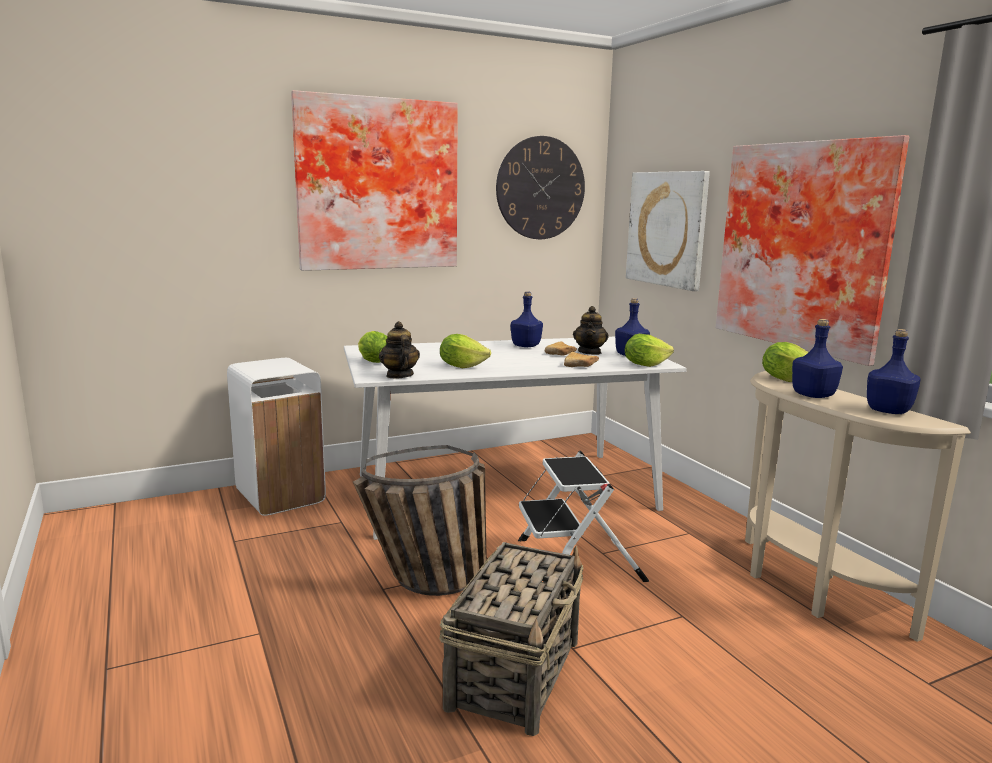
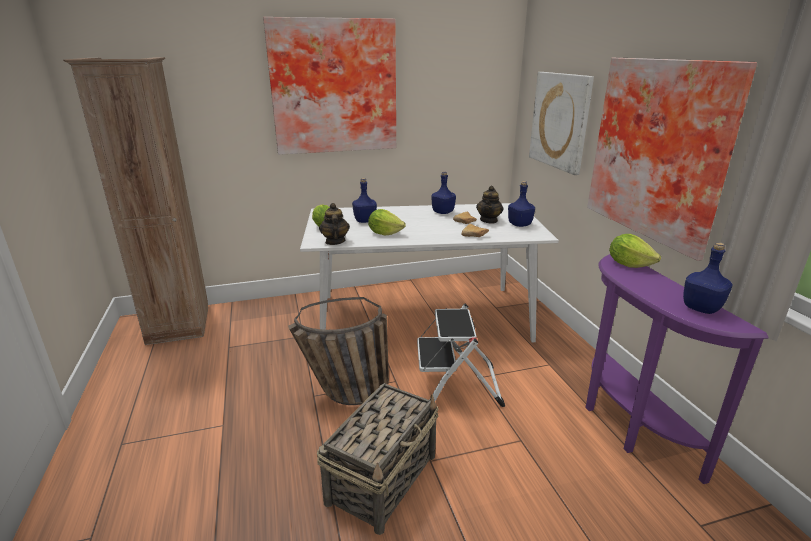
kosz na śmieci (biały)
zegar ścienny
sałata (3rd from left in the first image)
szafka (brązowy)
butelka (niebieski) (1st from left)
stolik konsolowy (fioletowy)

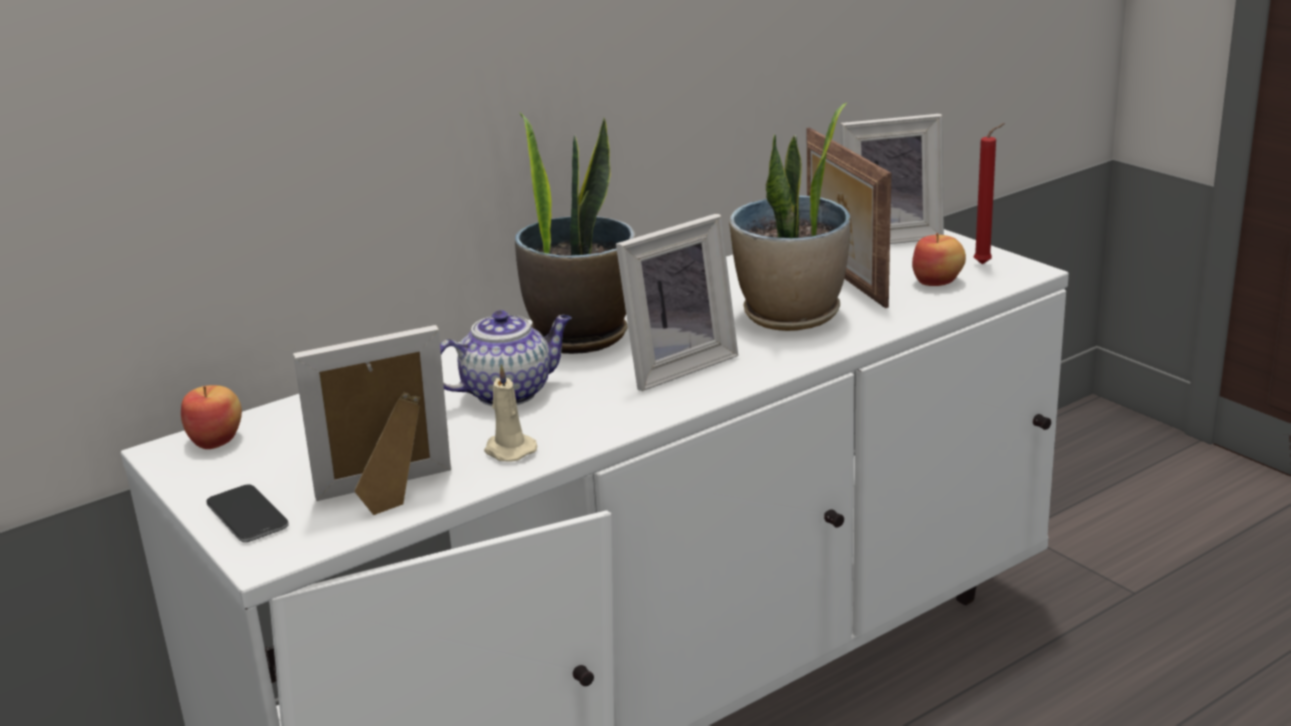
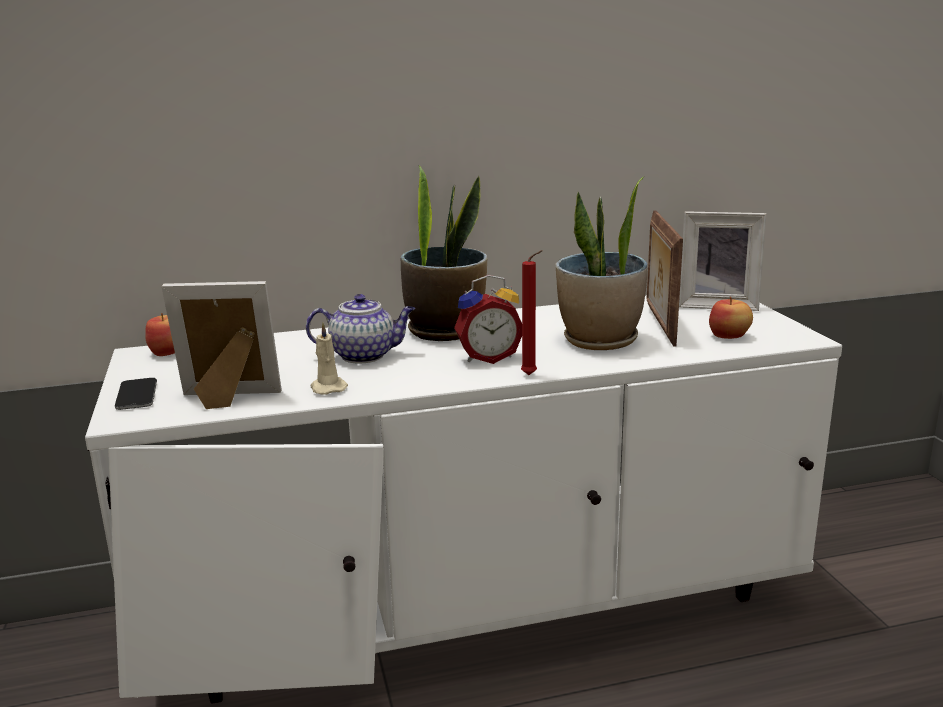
świeca (czerwony)
budzik

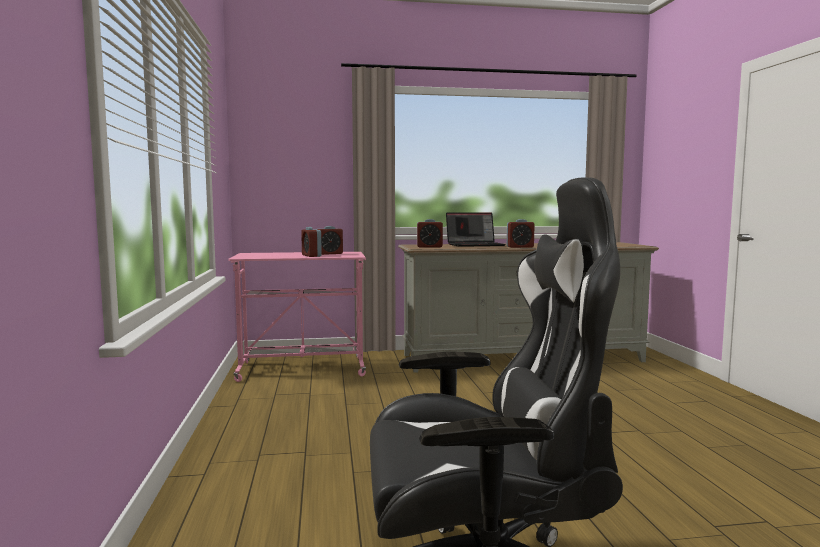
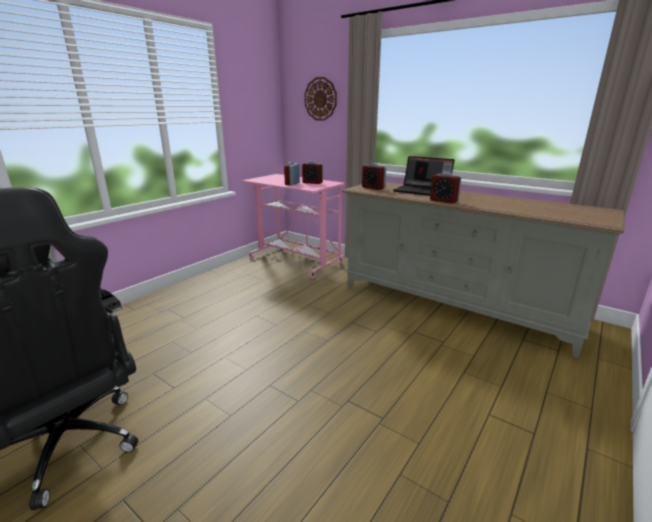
zegar ścienny

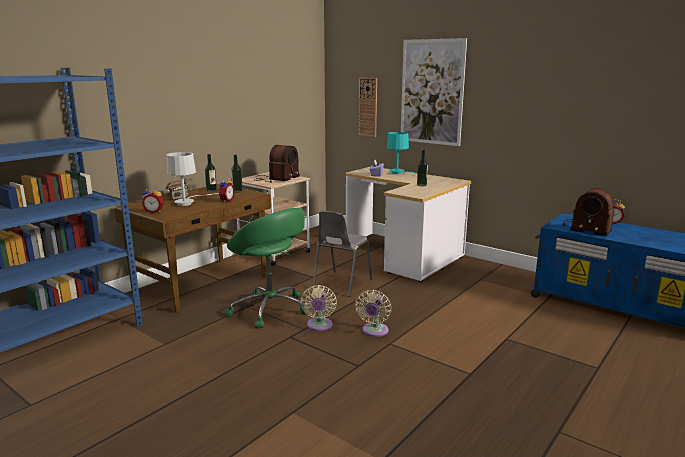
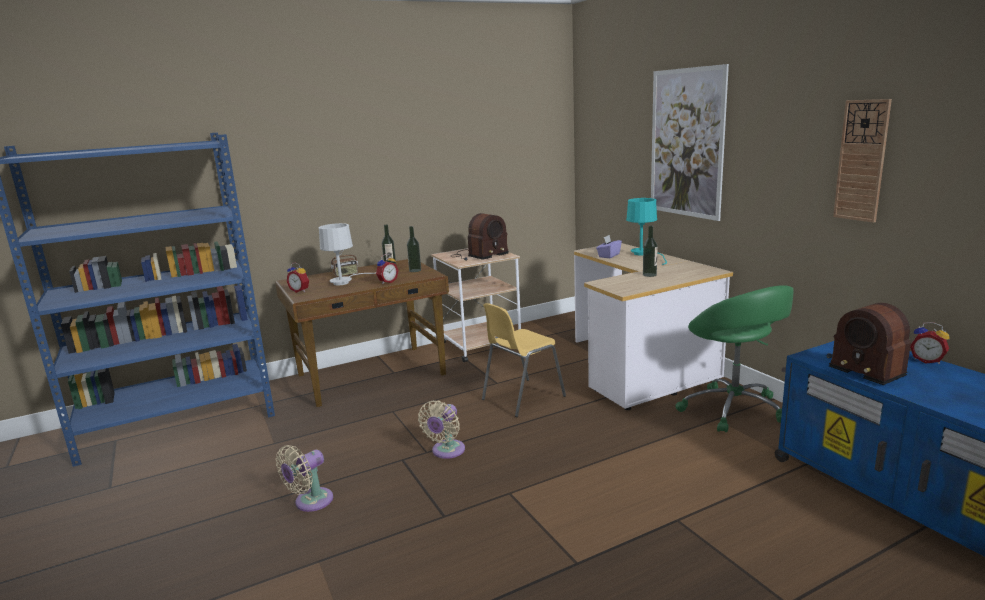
krzesło biurowe (zielony)
wentylator (beżowy) (1st from left)
zegar ścienny
krzesło (żółty)

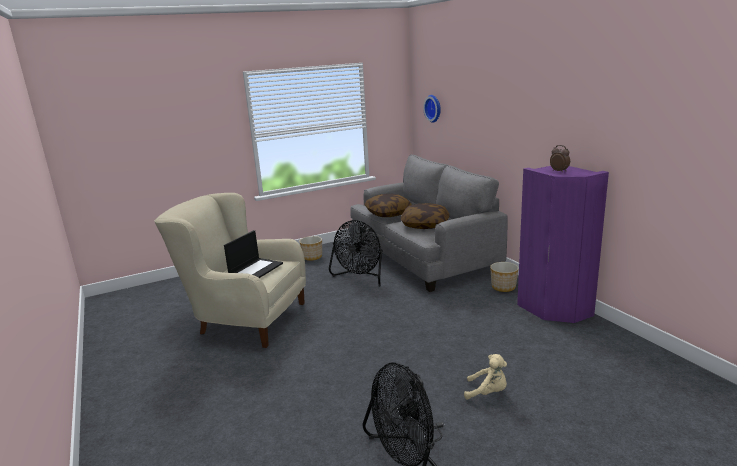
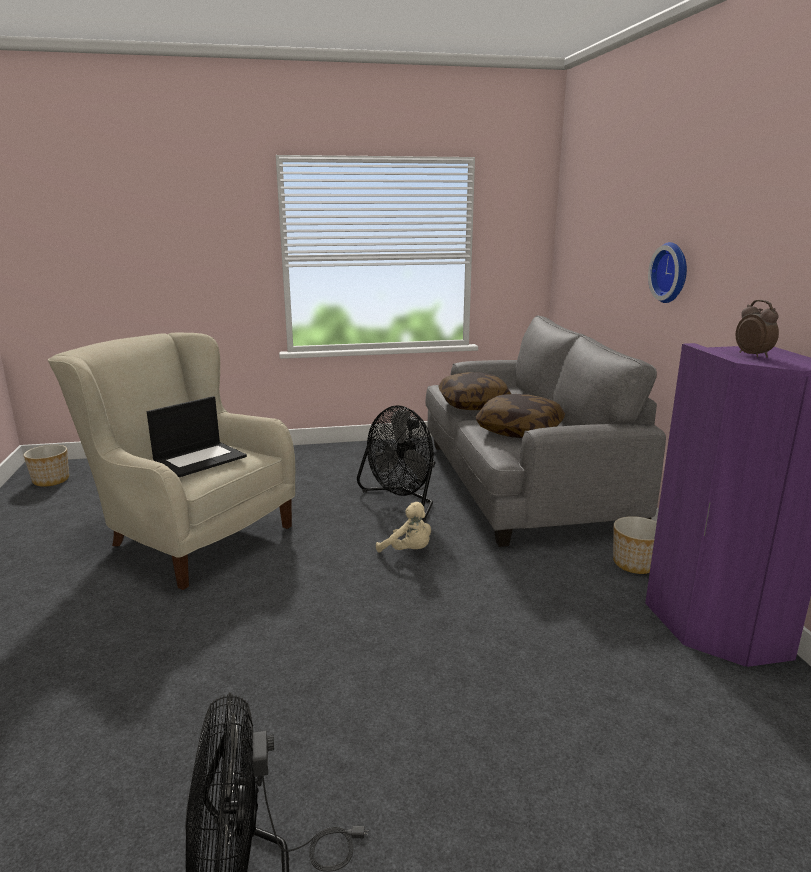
donica (1st from left)
zegar ścienny
pluszak (beżowy)

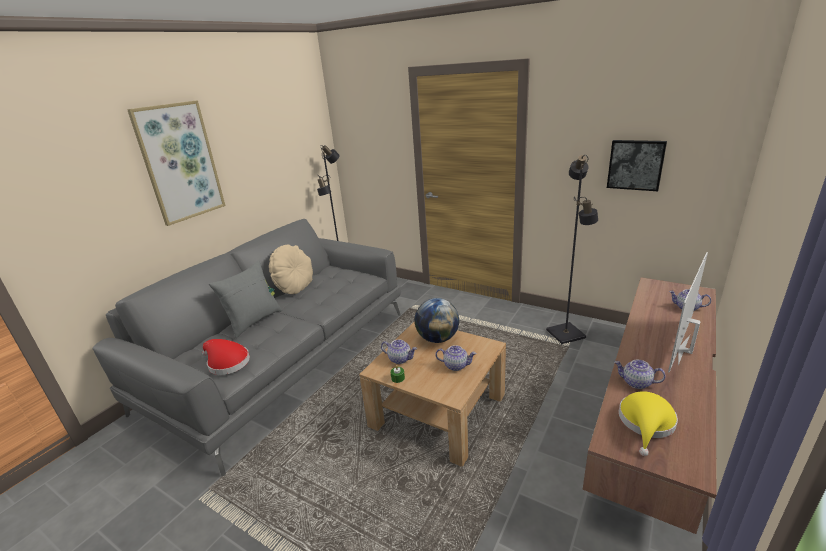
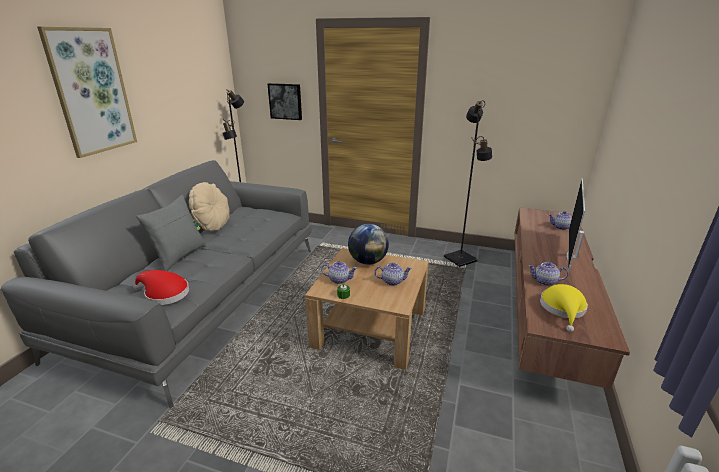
obraz (2nd from left)

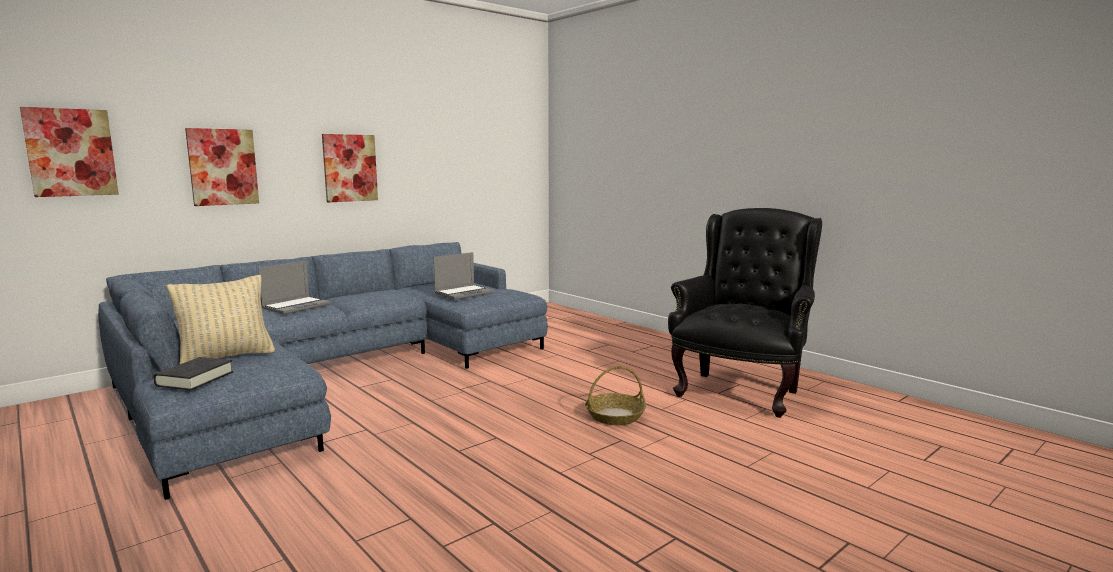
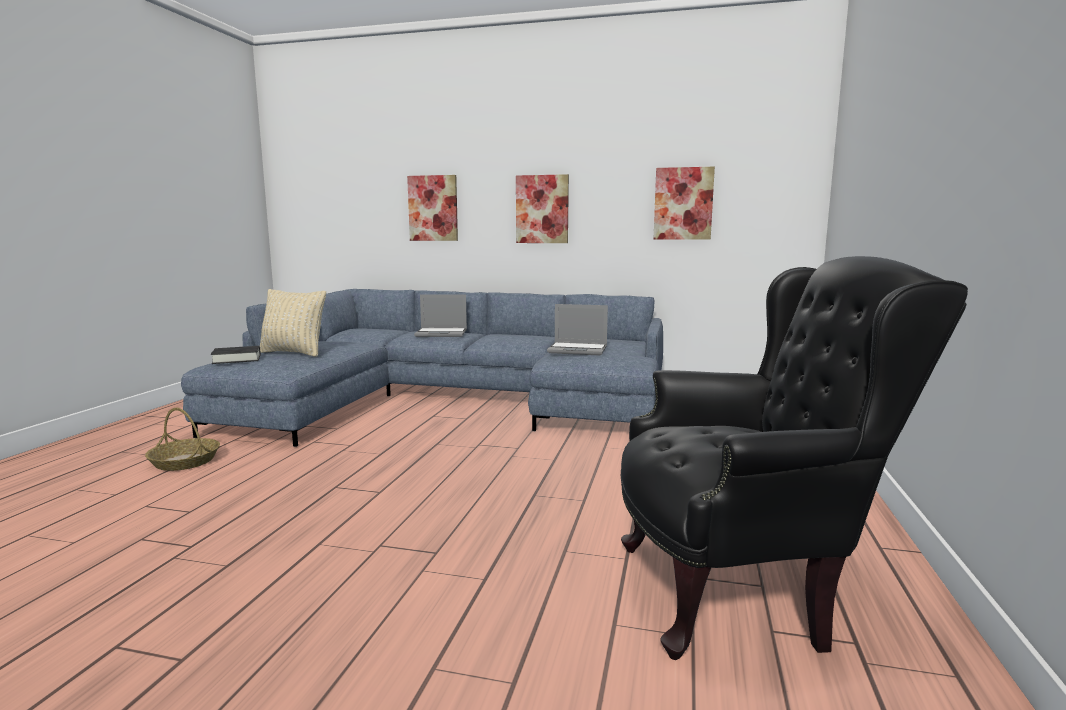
obraz (3rd from left)
koszyk

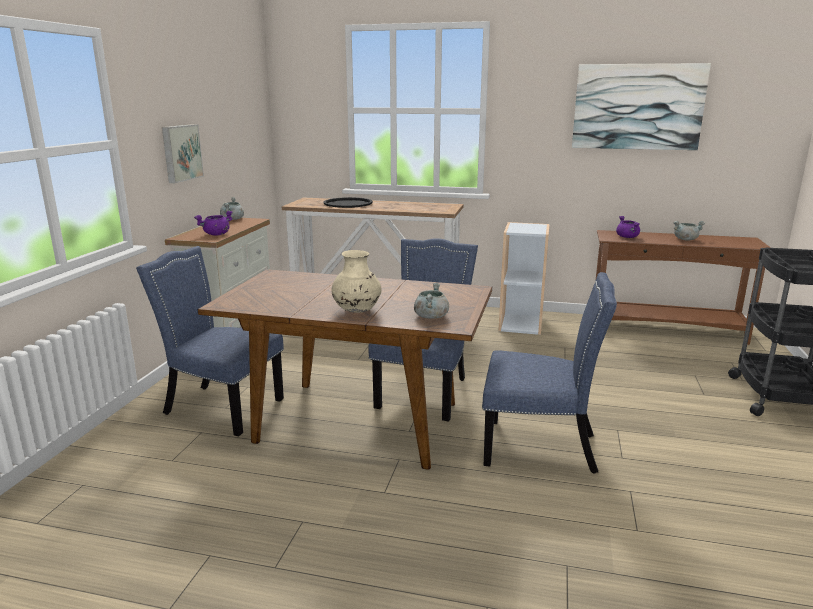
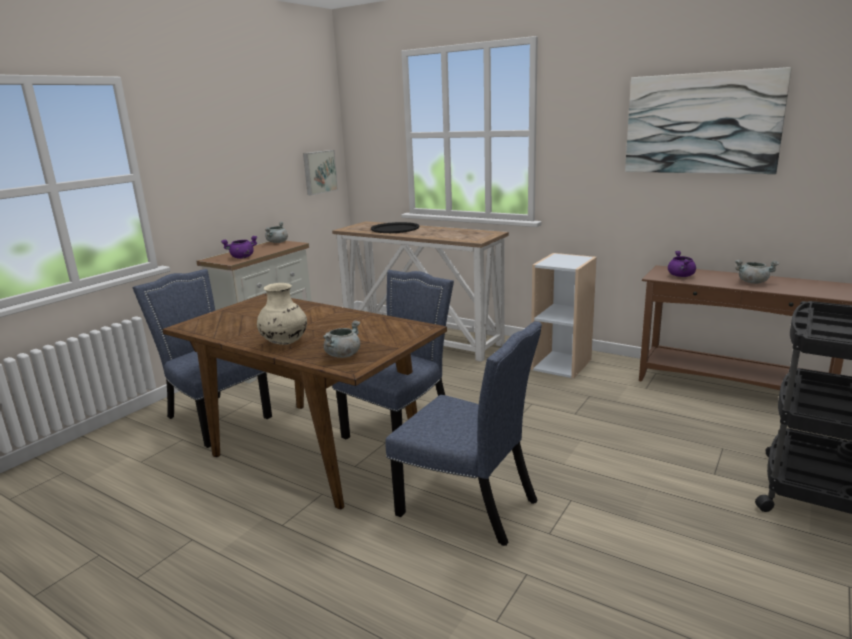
obraz (1st from left)

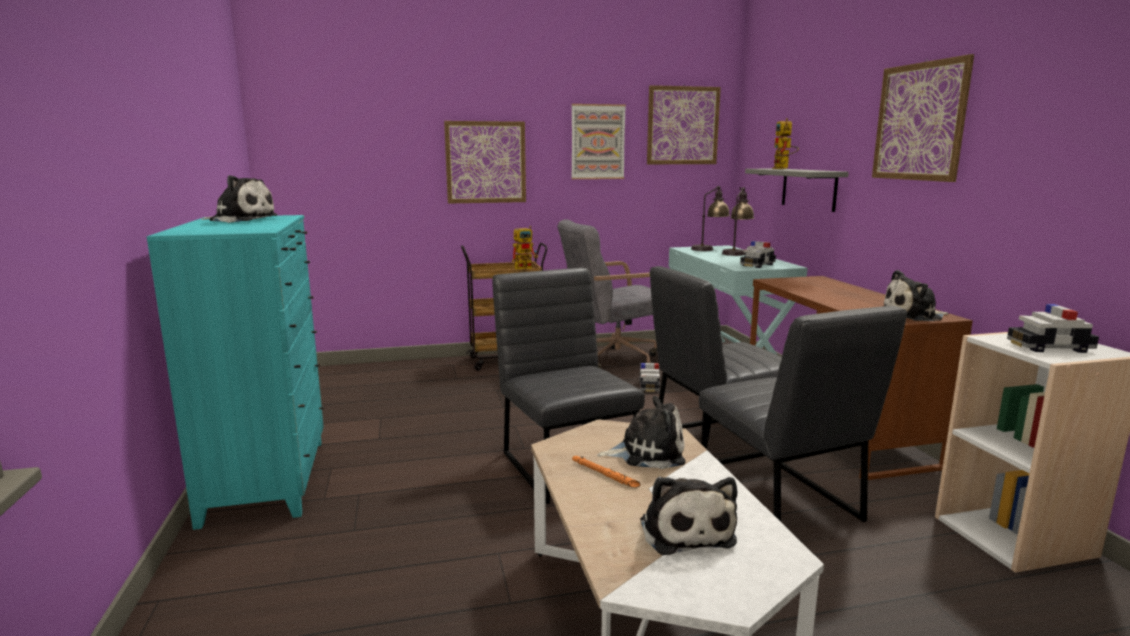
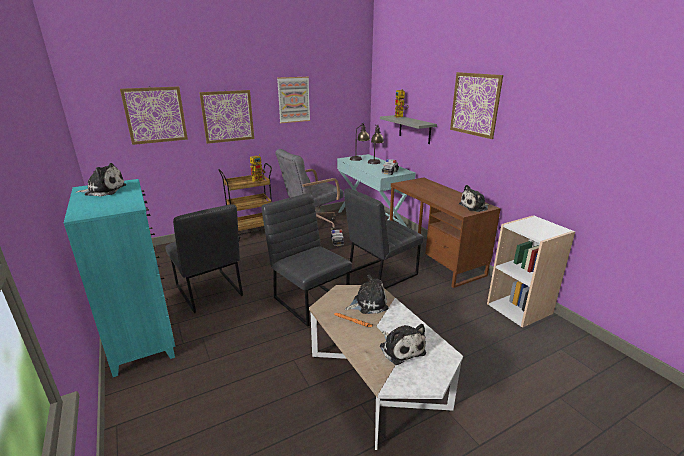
samochodzik (3rd from left in the first image)
obraz (1st from left)
krzesło (szary) (1st from left)

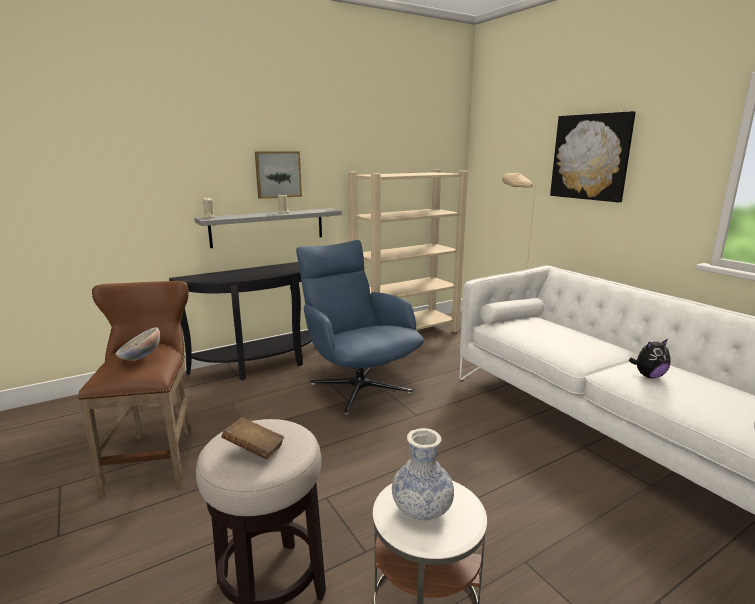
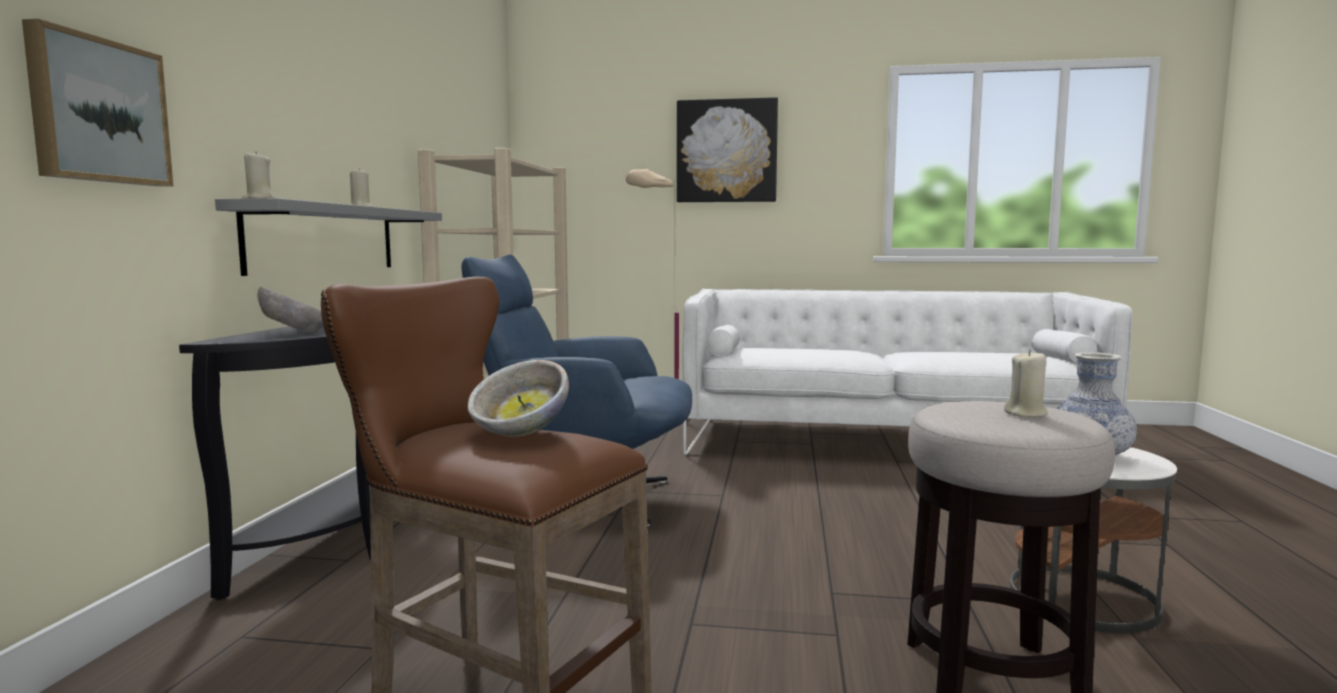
pluszak
miska (1st from left)
obraz (1st from left)
świeca (beżowy) (3rd from left)

